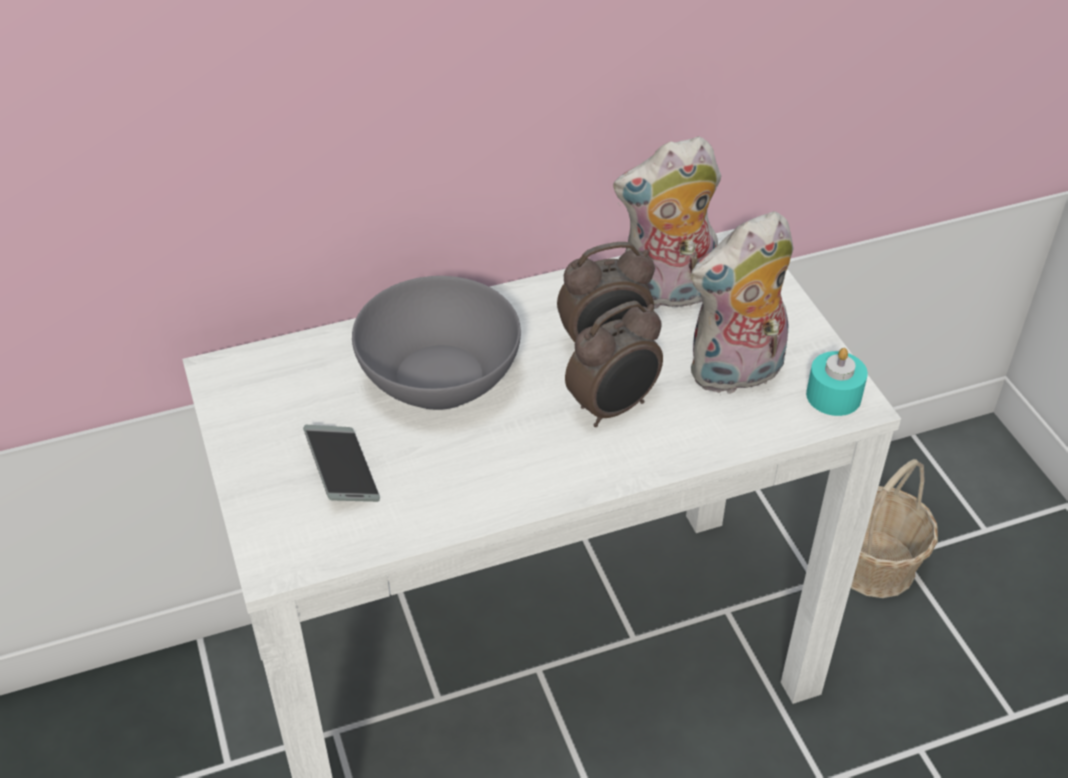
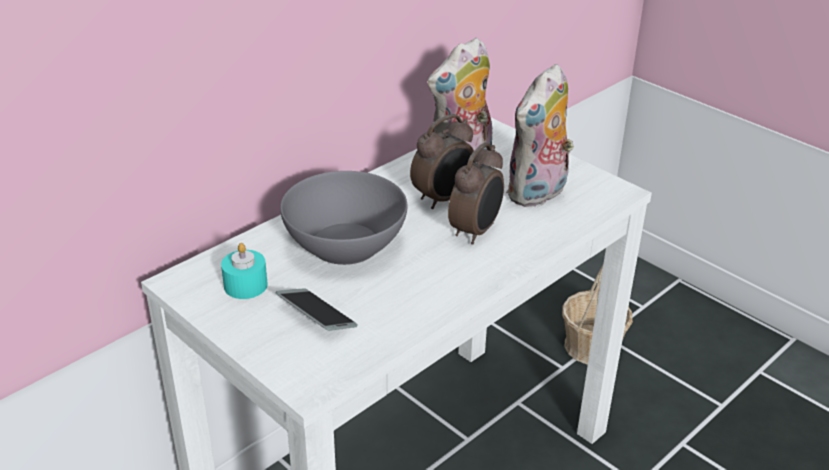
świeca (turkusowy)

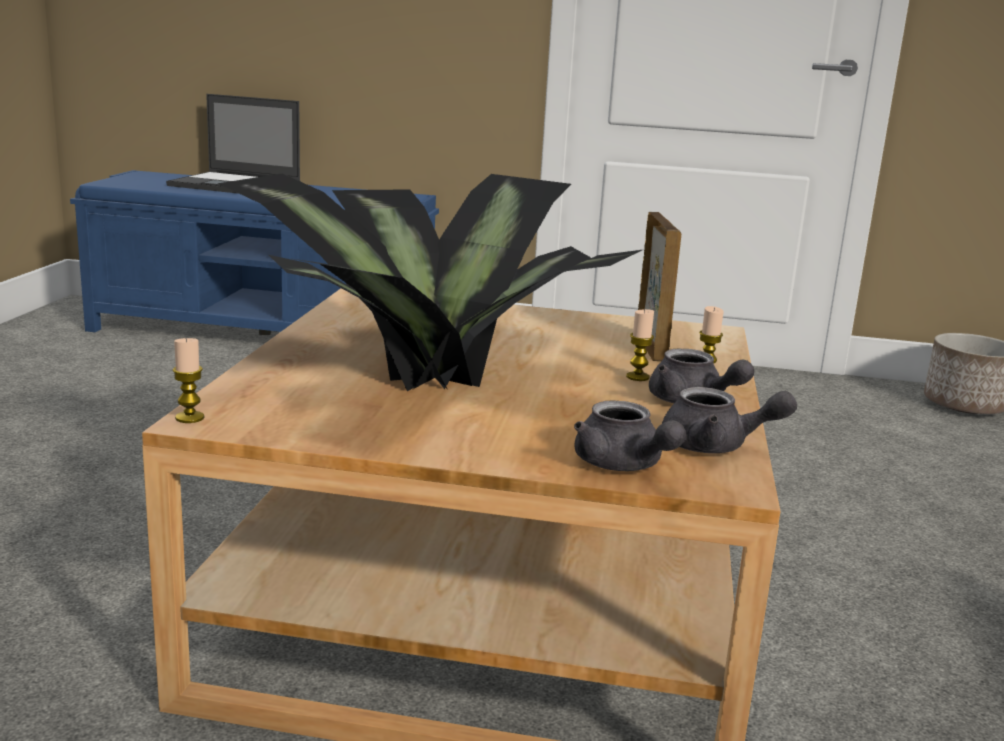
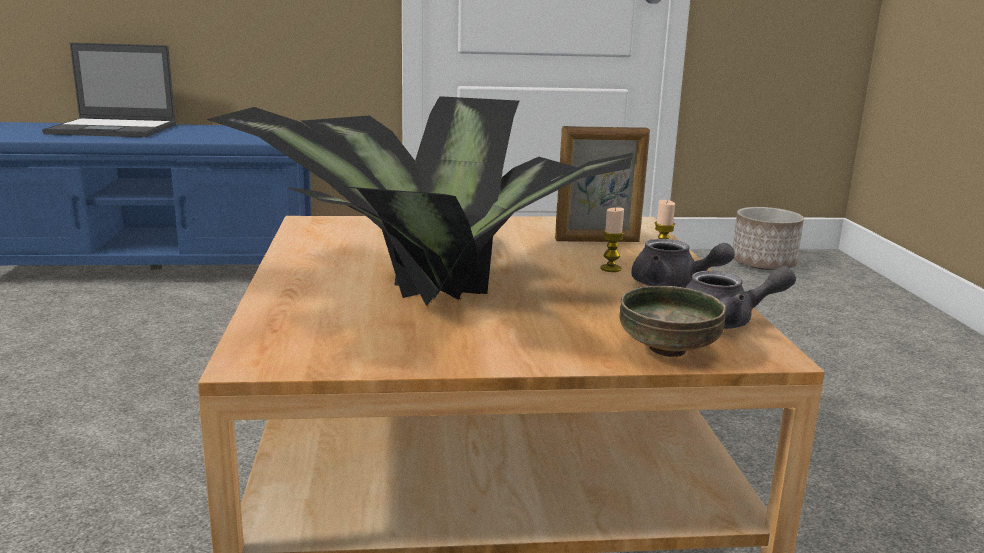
świeca (1st from left in the first image)
miska
ramka na zdjęcie

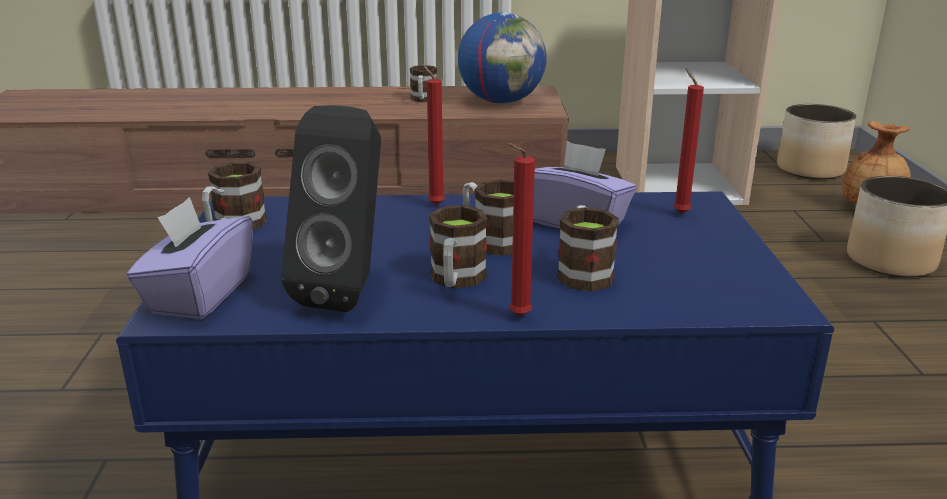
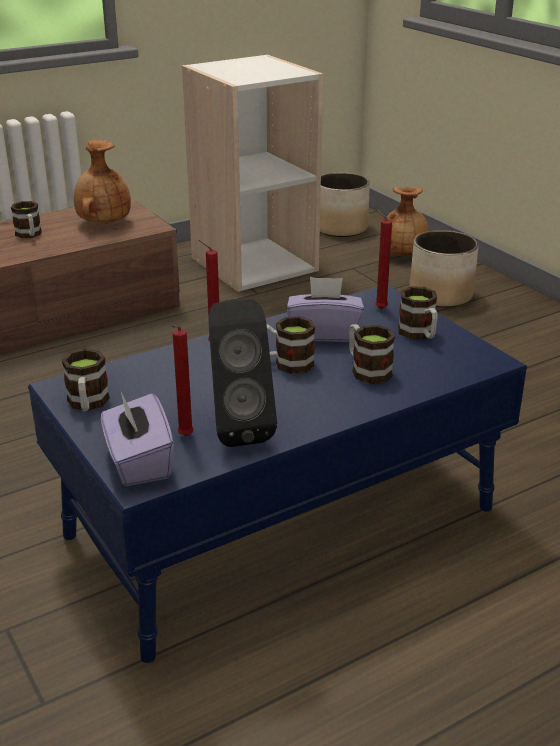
kubek (5th from left)
świeca (czerwony) (1st from left)
wazon (brązowy) (1st from left)

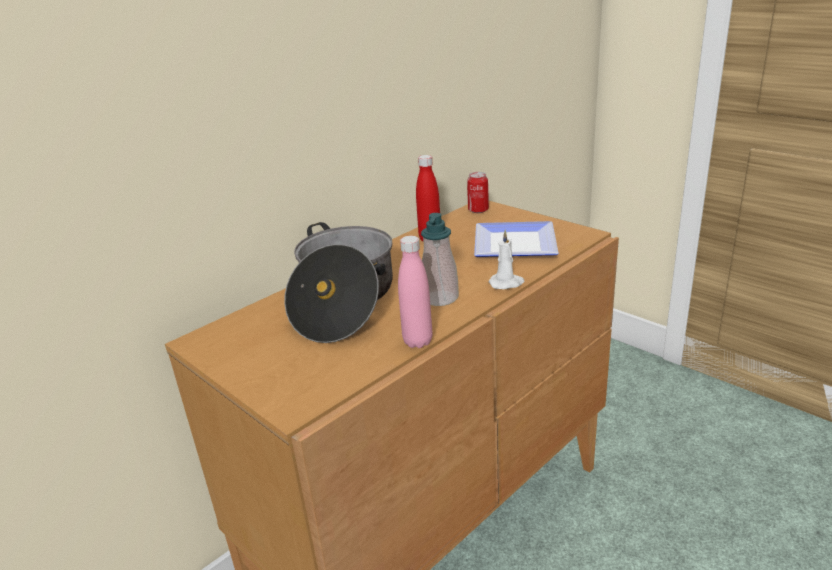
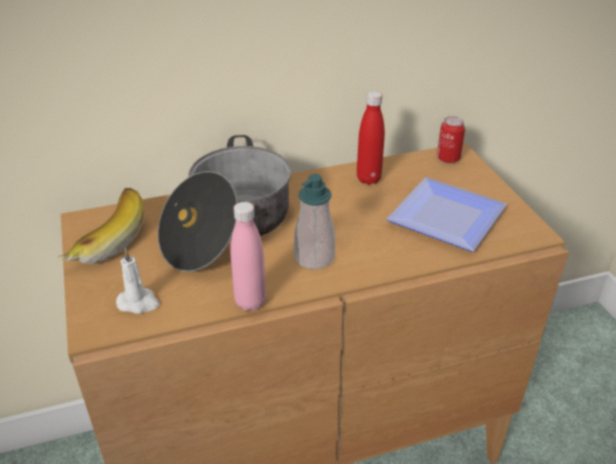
banan
świeca (biały)

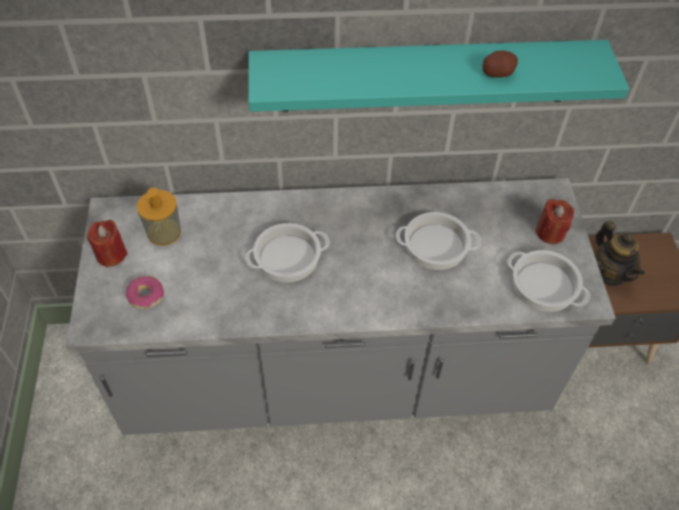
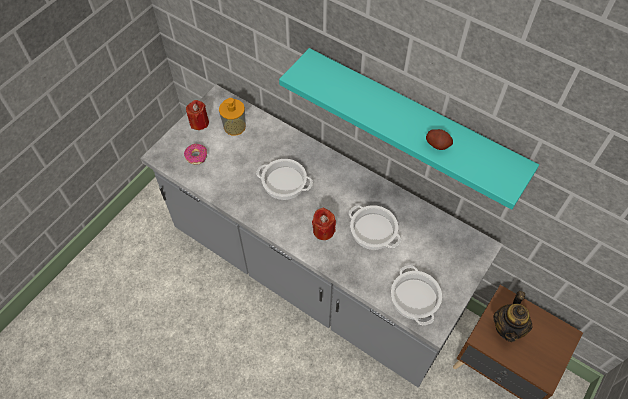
świeca (czerwony) (2nd from left)

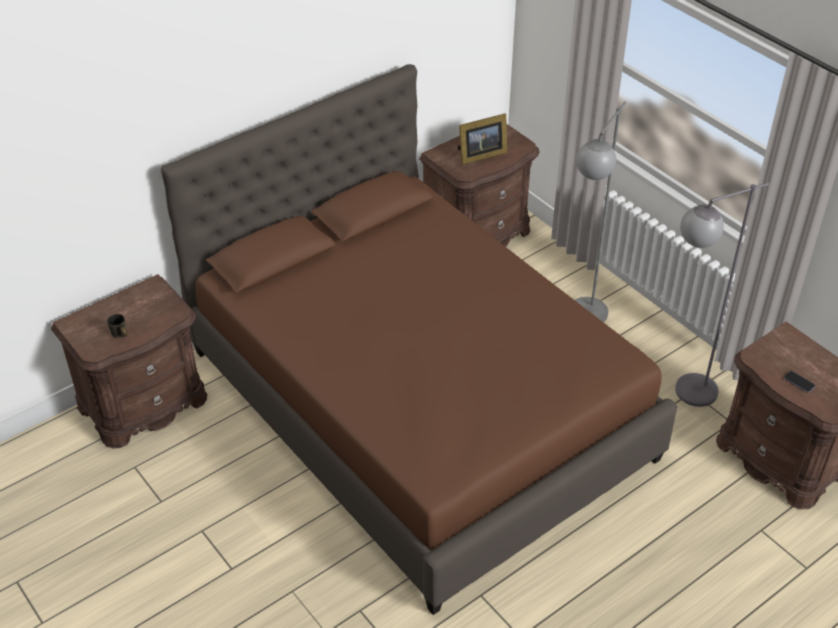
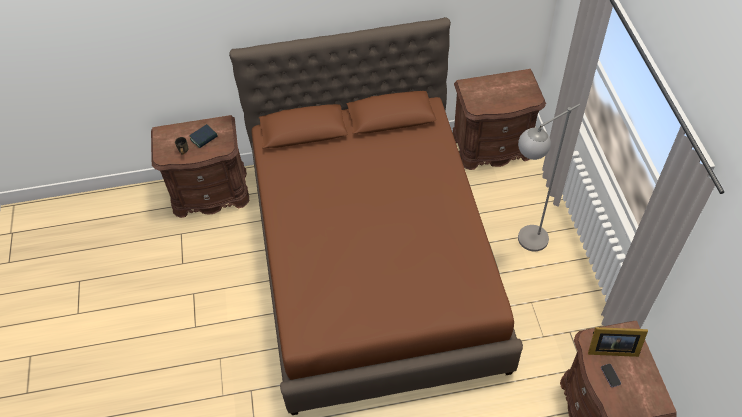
lampa stojąca (szary) (2nd from left in the first image)
książka
ramka na zdjęcie

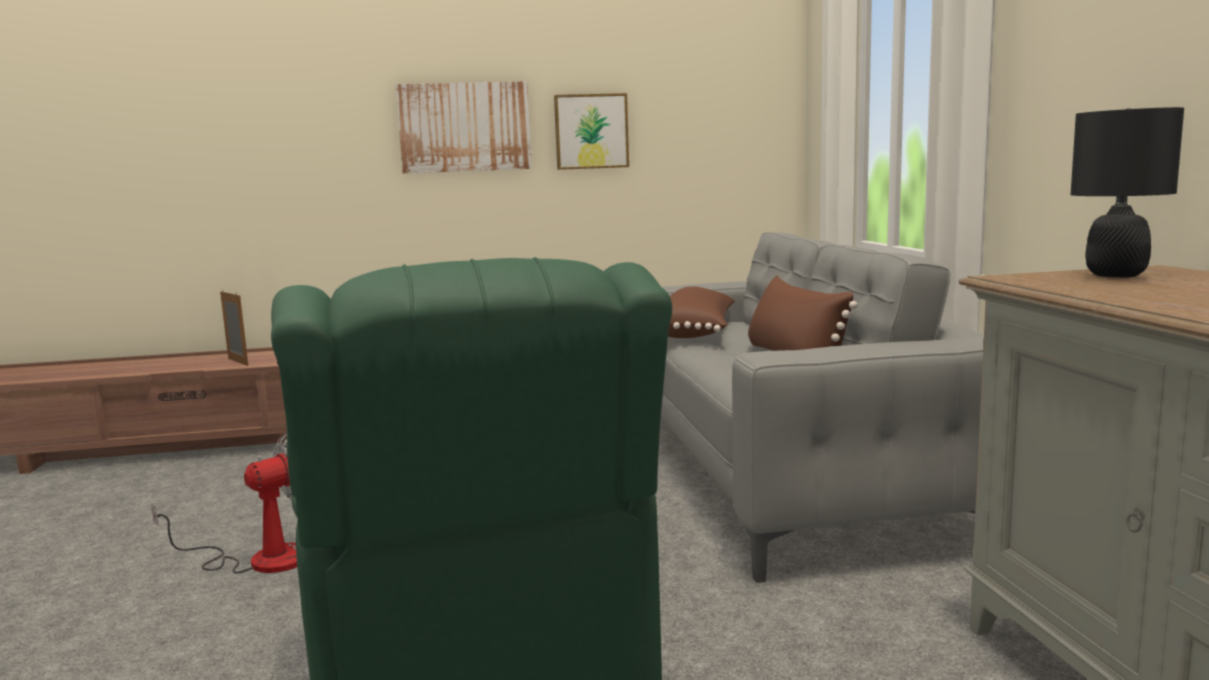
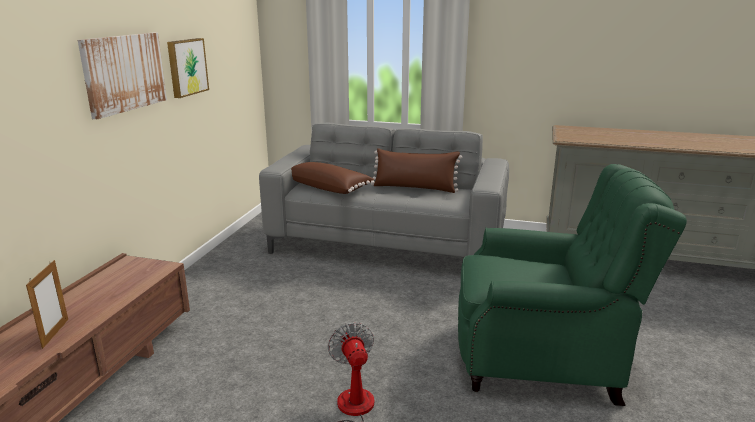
lampa stołowa (czarny)
ramka na zdjęcie

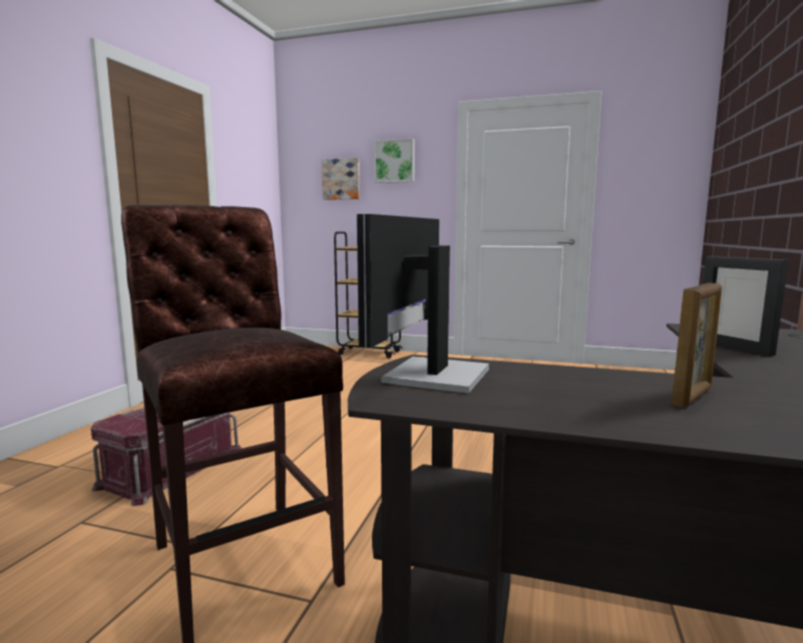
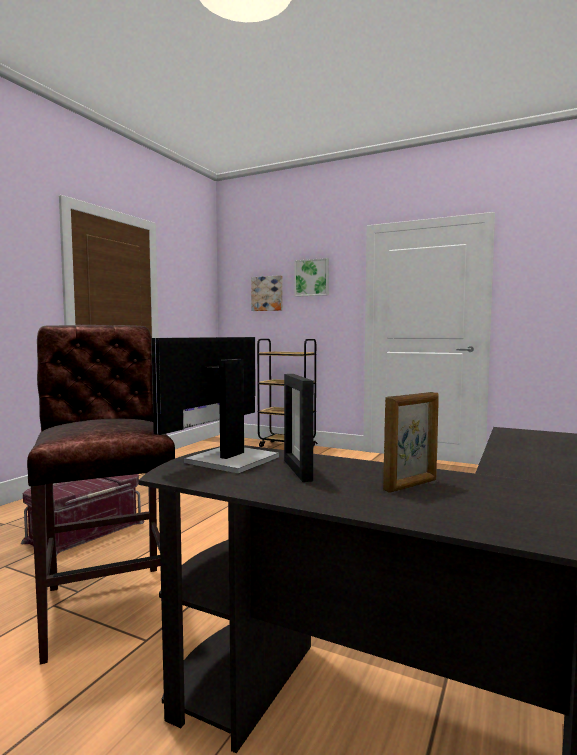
ramka na zdjęcie (1st from left)

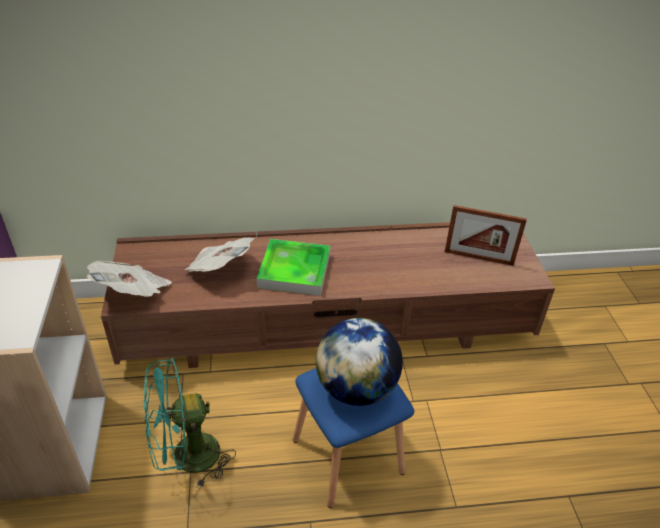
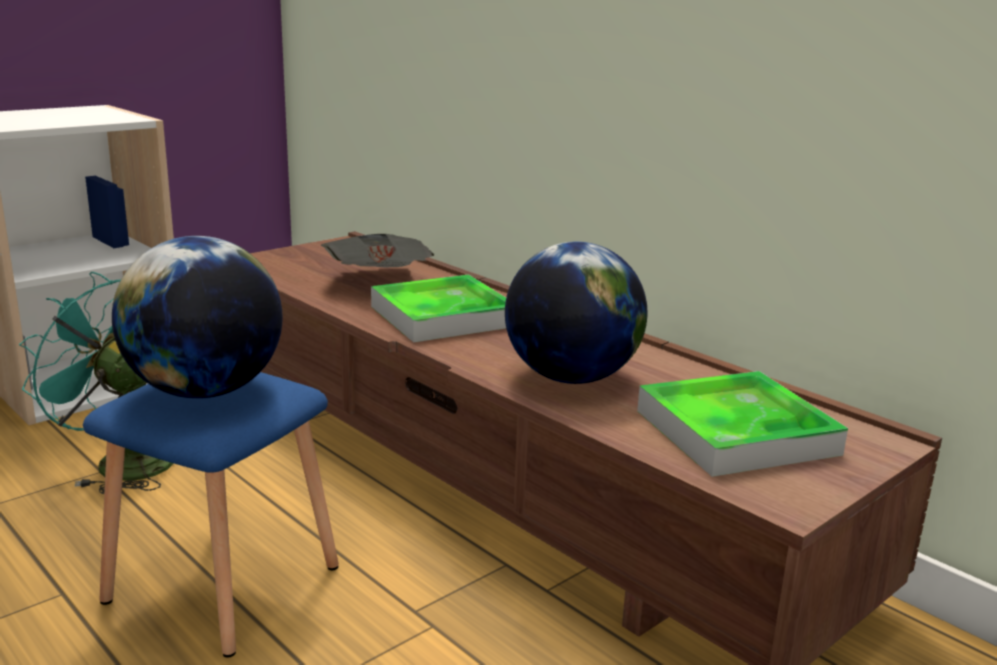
gazeta (1st from left in the first image)
globus (2nd from left)
taca (2nd from left)

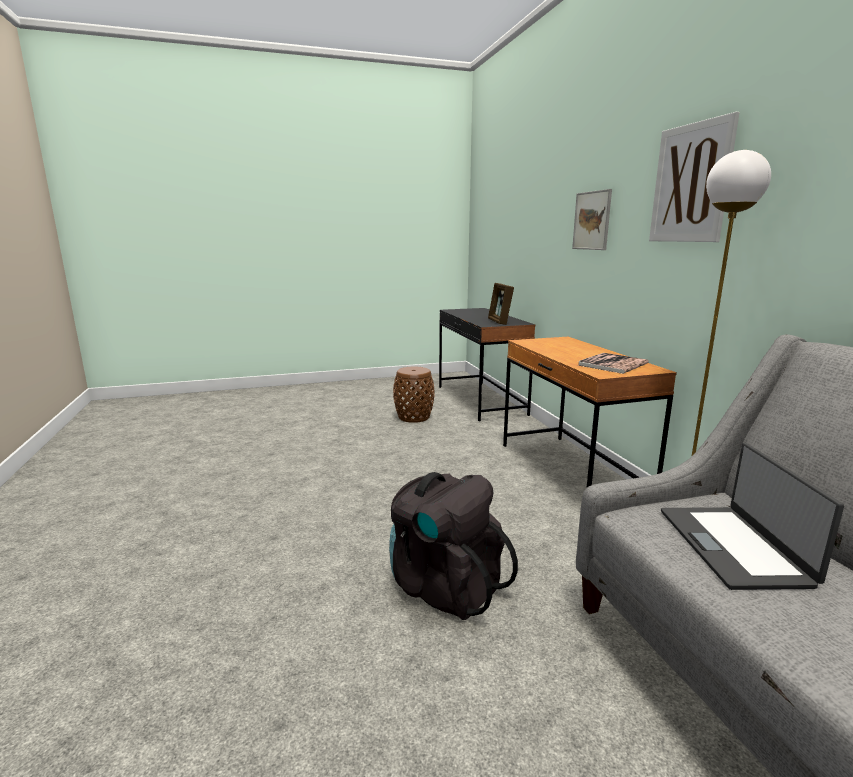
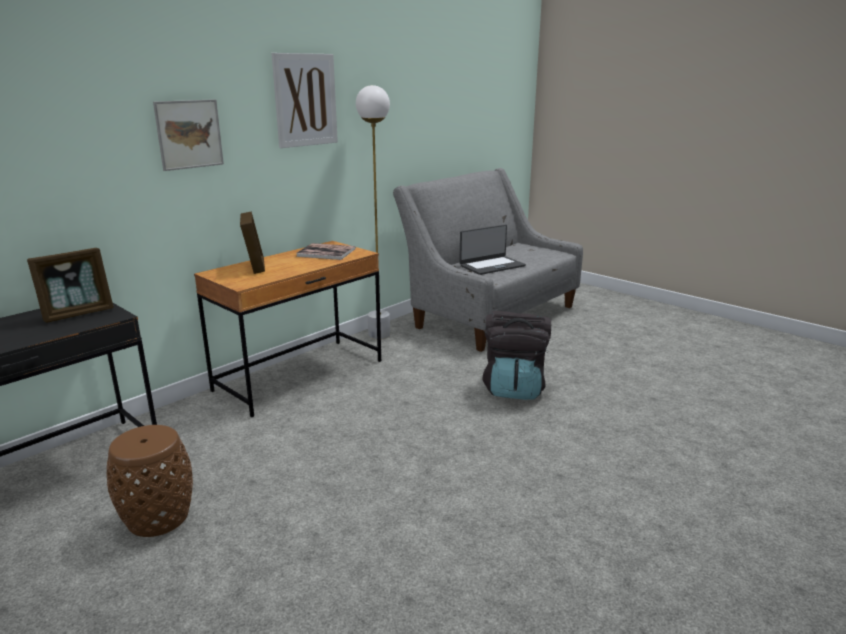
ramka na zdjęcie (2nd from left)

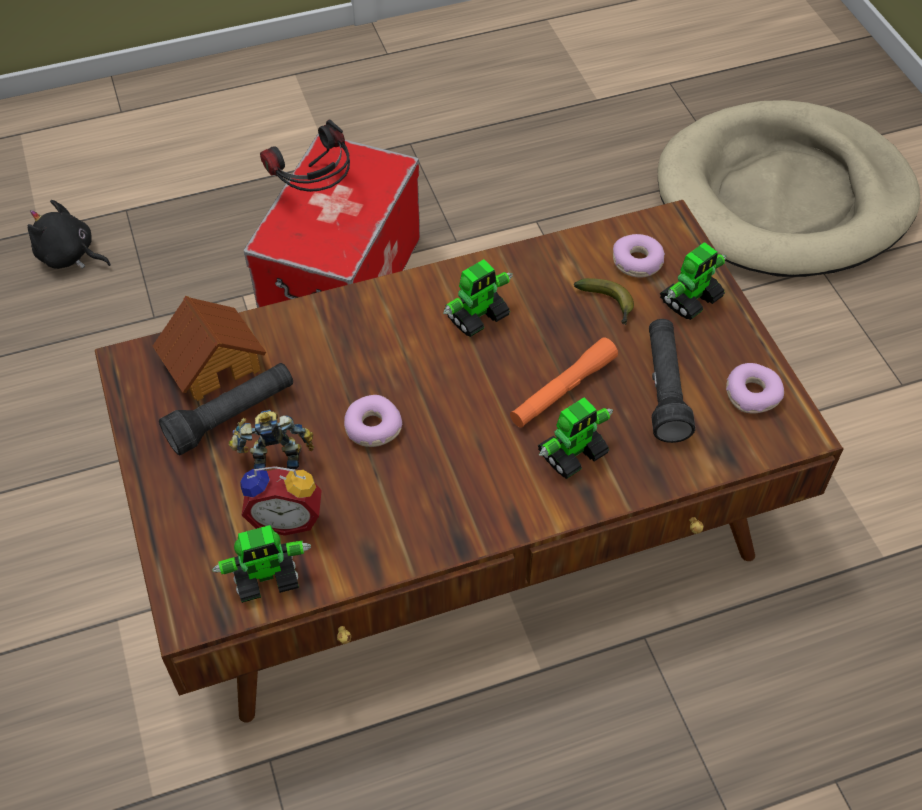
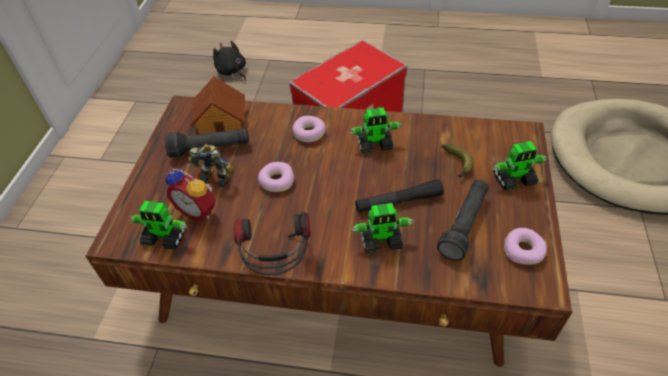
słuchawki
donut (2nd from left)
latarka (czarny) (2nd from left)

